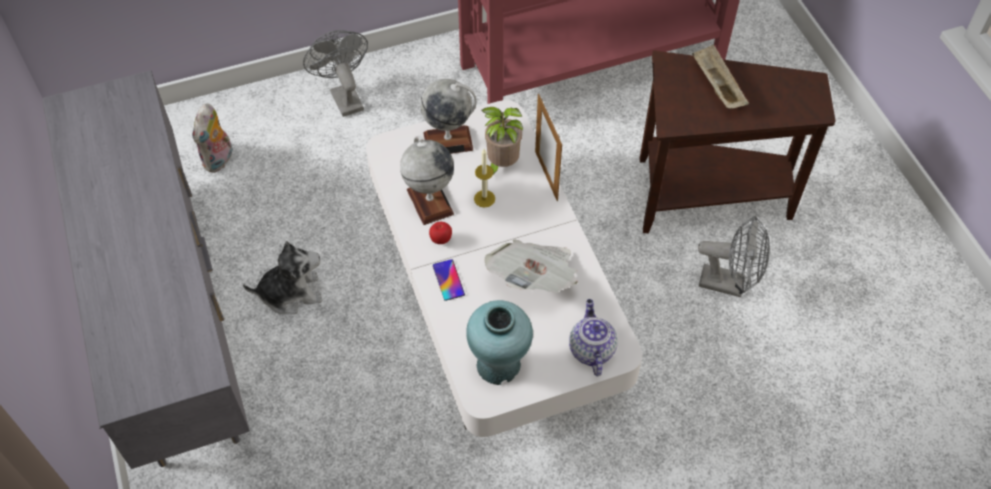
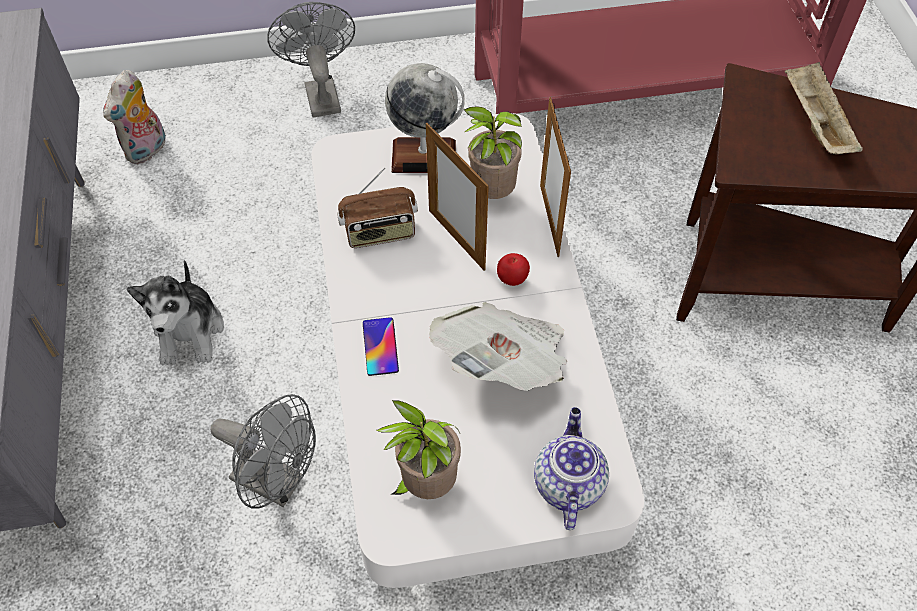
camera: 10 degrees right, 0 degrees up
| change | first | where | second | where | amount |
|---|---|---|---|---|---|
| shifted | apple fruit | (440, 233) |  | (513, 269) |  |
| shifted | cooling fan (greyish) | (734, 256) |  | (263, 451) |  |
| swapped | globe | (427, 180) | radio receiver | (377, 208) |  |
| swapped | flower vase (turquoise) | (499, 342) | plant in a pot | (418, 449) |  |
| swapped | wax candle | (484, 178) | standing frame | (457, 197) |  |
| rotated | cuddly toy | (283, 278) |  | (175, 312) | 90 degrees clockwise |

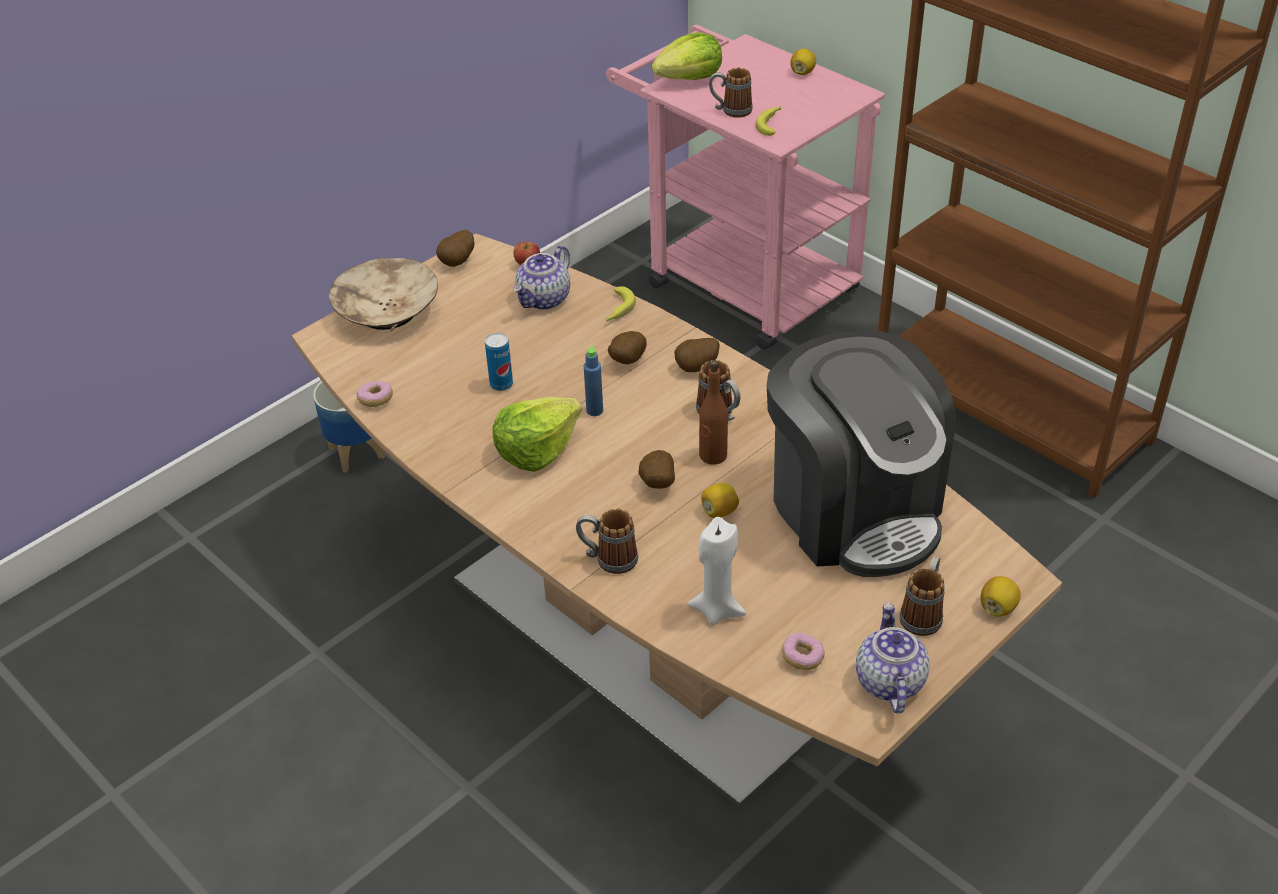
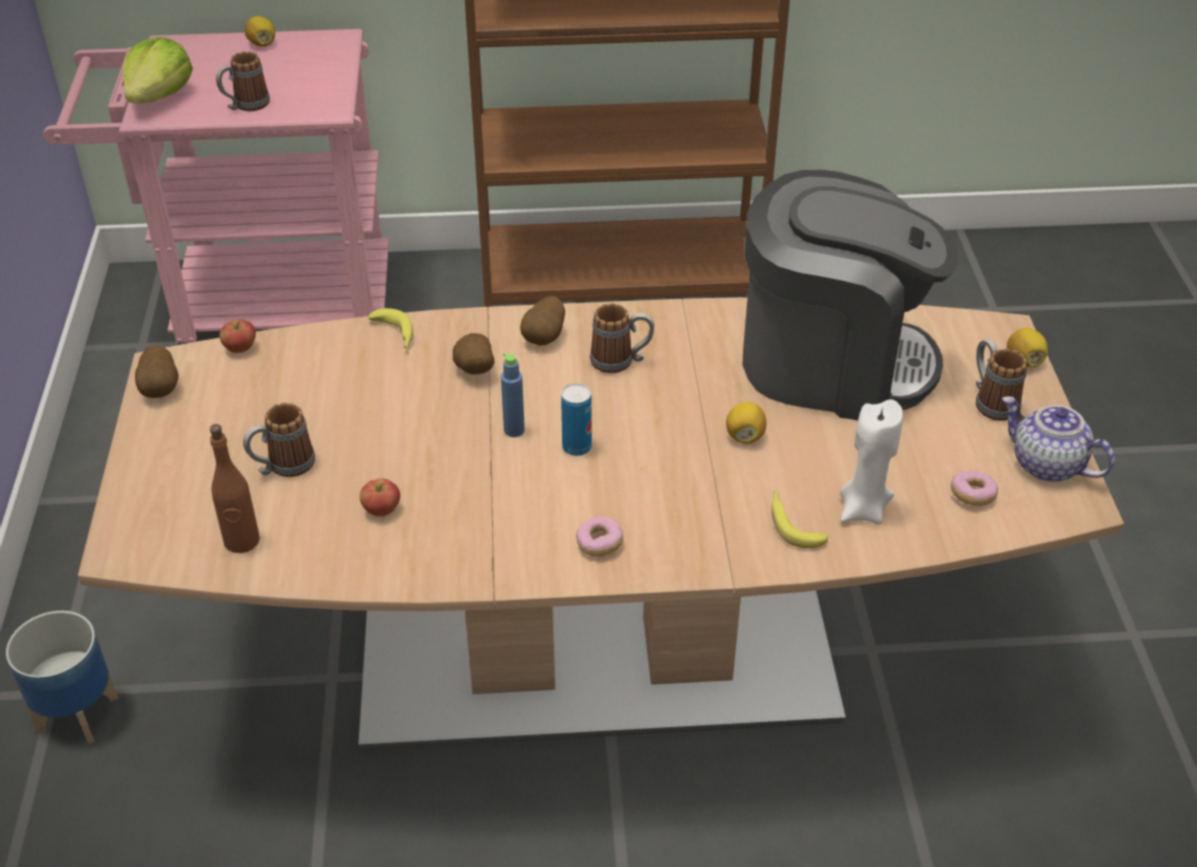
camera: 50 degrees left, 0 degrees up
| change | first | where | second | where | amount |
|---|---|---|---|---|---|
| gone | bowl (sand-coloured) | (383, 294) |  |  |  |
| gone | lettuce head | (537, 434) |  |  |  |
| gone | tea pot | (541, 277) |  |  |  |
| gone | whole potato | (657, 469) |  |  |  |
| new |  |  | apple fruit | (380, 498) |  |
| shifted | ring doughnut | (375, 394) |  | (599, 537) |  |
| shifted | can | (499, 362) |  | (576, 419) |  |
| shifted | tea mug | (607, 541) |  | (279, 439) |  |
| shifted | bottle (brownish) | (713, 412) |  | (235, 488) |  |
| shifted | whole banana | (768, 121) |  | (800, 519) |  |

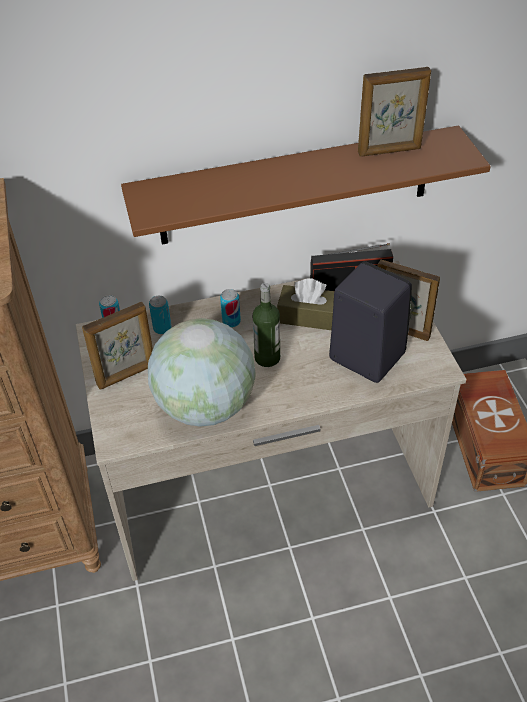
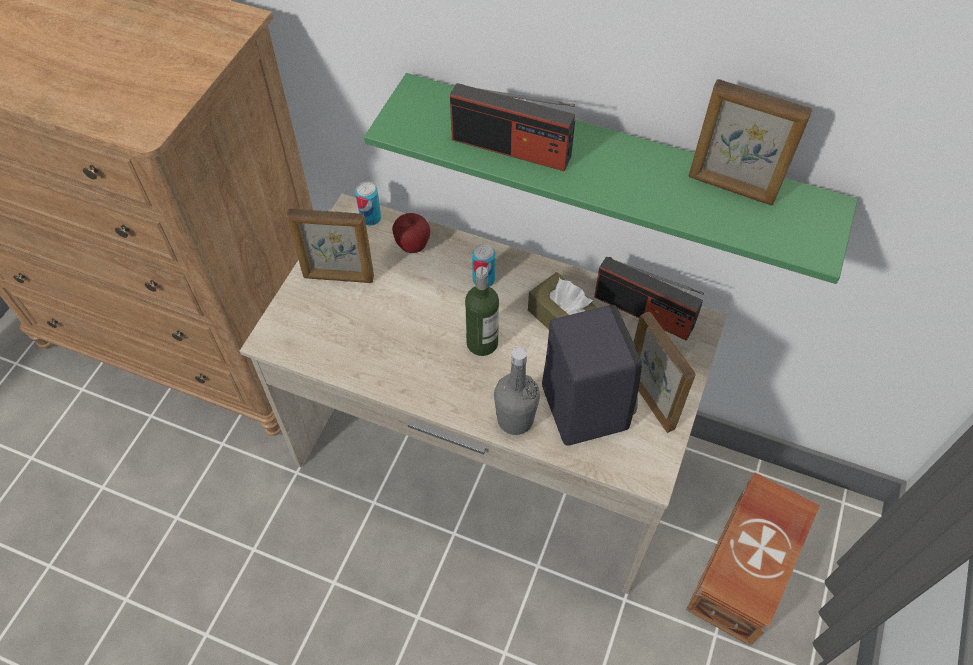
camera: 35 degrees right, 10 degrees up
| change | first | where | second | where | amount |
|---|---|---|---|---|---|
| gone | globe | (202, 372) |  |  |  |
| new |  |  | radio receiver | (512, 127) |  |
| new |  |  | bottle (greyish) | (517, 391) |  |
| swapped | can | (160, 315) | apple fruit | (411, 233) |  |
| repainted | bracket shelf (brownish) | (306, 184) | bracket shelf (green) | (611, 178) |  |

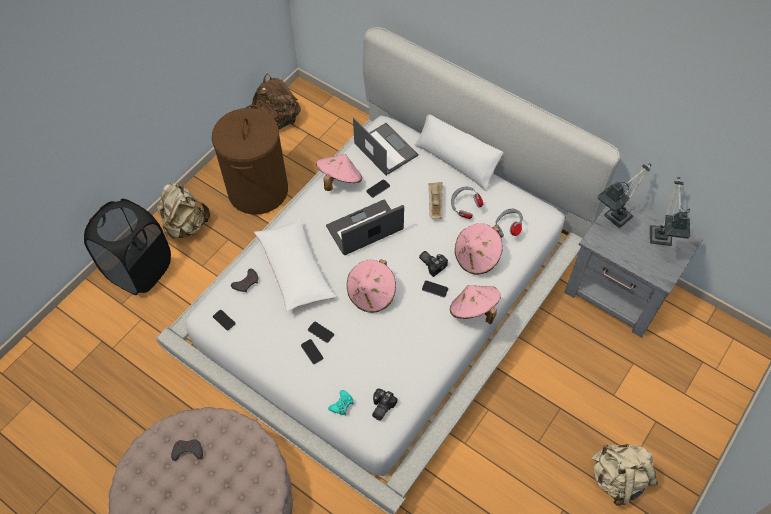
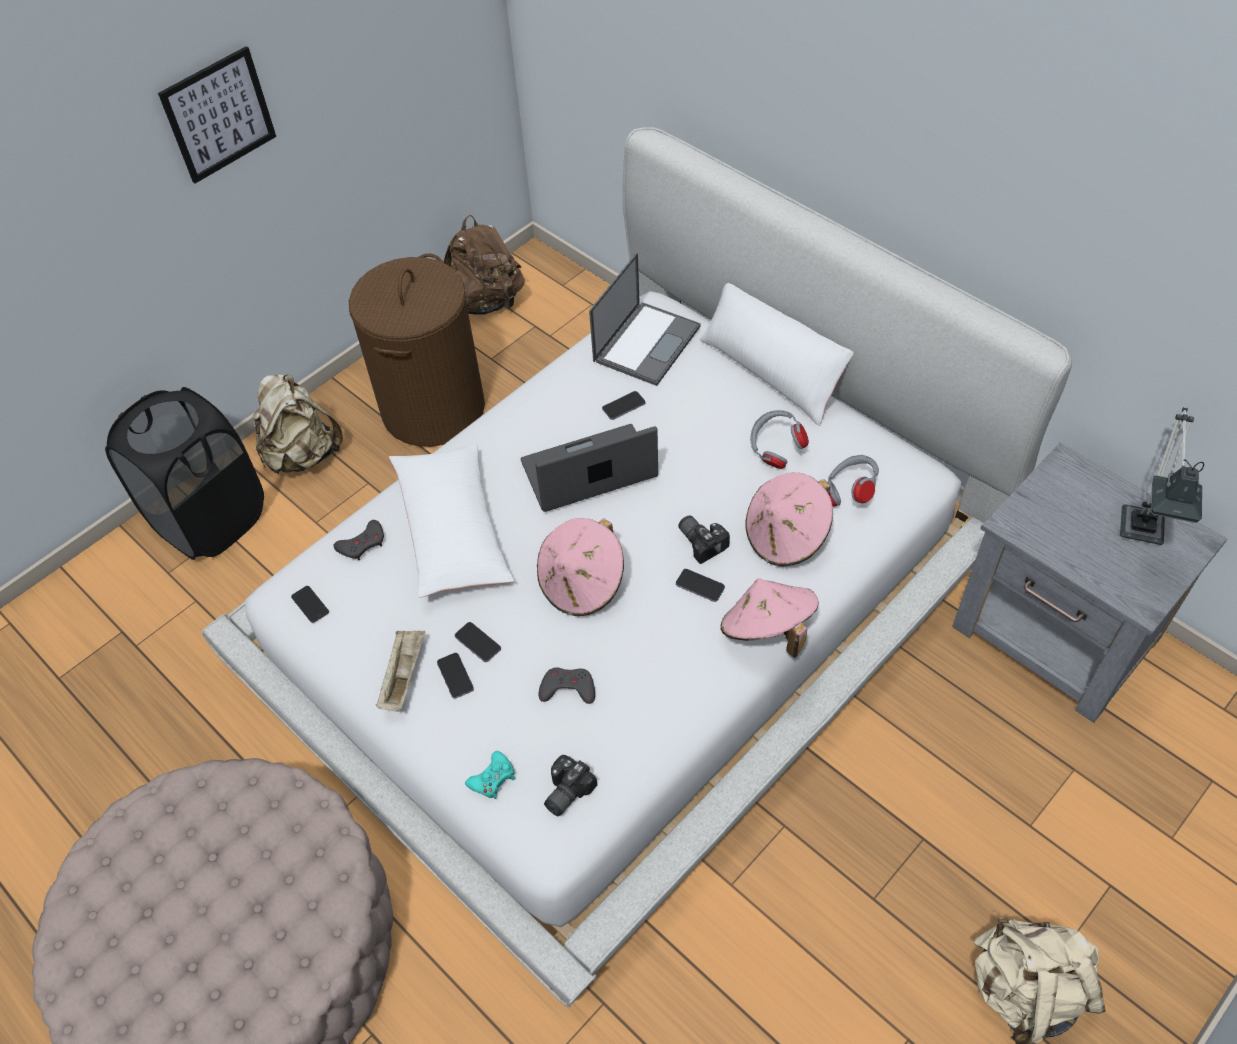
camera: 10 degrees right, 5 degrees down
| change | first | where | second | where | amount |
|---|---|---|---|---|---|
| gone | clothing hat (pink-coloured) | (339, 172) |  |  |  |
| gone | tabletop lamp | (625, 195) |  |  |  |
| new |  |  | picture | (217, 114) |  |
| shifted | joypad (greyish) | (187, 450) |  | (567, 685) |  |
| shifted | tray (sand-coloured) | (436, 200) |  | (400, 671) |  |
| rotated | portable computer | (385, 146) |  | (645, 319) | 60 degrees clockwise |

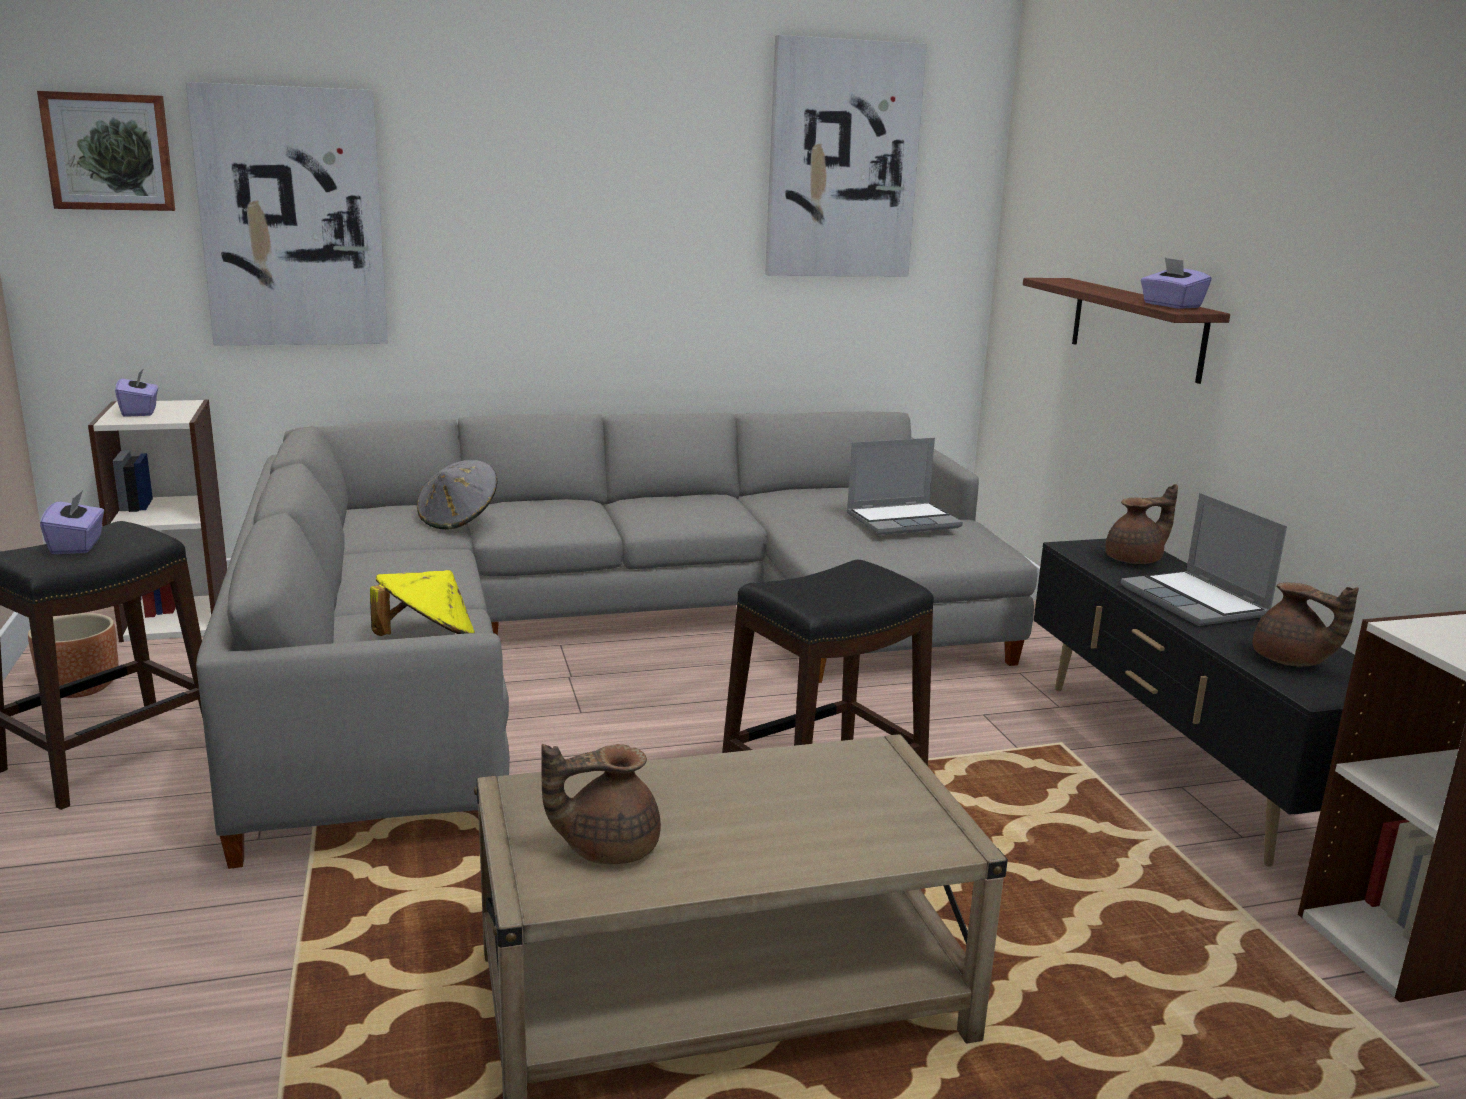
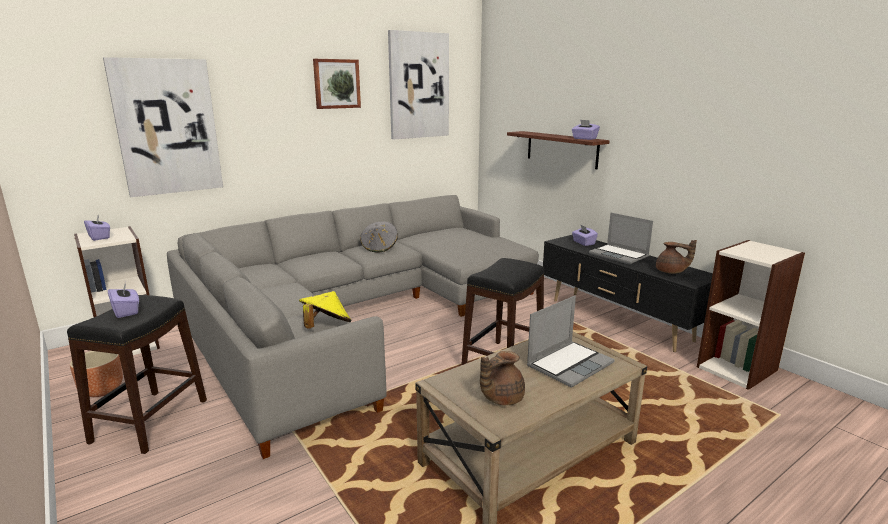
camera: 20 degrees left, 0 degrees up
| change | first | where | second | where | amount |
|---|---|---|---|---|---|
| shifted | picture | (106, 151) |  | (337, 84) |  |
| shifted | clothing hat (greyish) | (457, 495) |  | (379, 236) |  |
| shifted | portable computer | (905, 486) |  | (571, 342) |  |
| swapped | tea pot (brownish) | (1142, 524) | tissue holder (purple) | (585, 235) |  |

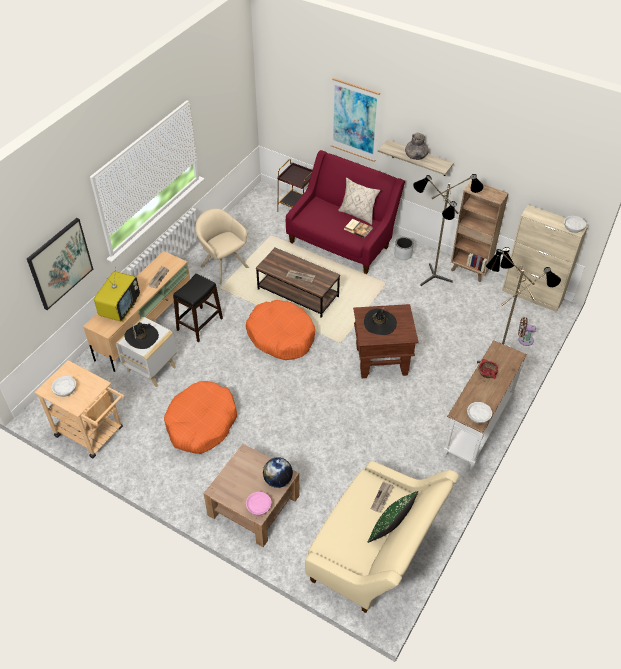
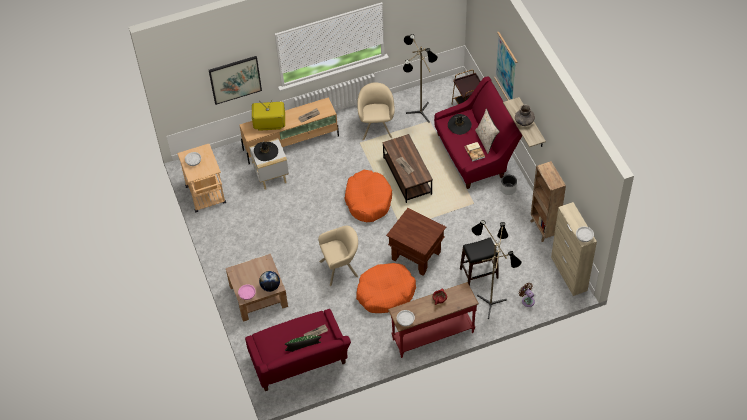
camera: 40 degrees right, 5 degrees up
| change | first | where | second | where | amount |
|---|---|---|---|---|---|
| new |  |  | lounge chair (sand-coloured) | (338, 256) |  |
| shifted | dog cushion (orange-coloured) | (200, 417) |  | (386, 288) |  |
| shifted | sitting stool (black-coloured) | (198, 308) |  | (479, 261) |  |
| shifted | clothing hat (black-coloured) | (380, 322) |  | (460, 124) |  |
| shifted | floor lamp | (448, 230) |  | (420, 78) |  |
| repainted | settee (sand-coloured) | (382, 537) | settee (reddish) | (298, 350) |  |
| repainted | hall table (white-coloured) | (485, 405) | hall table (reddish) | (433, 320) |  |
| rotated | TV | (117, 294) |  | (268, 116) | 150 degrees counterclockwise |

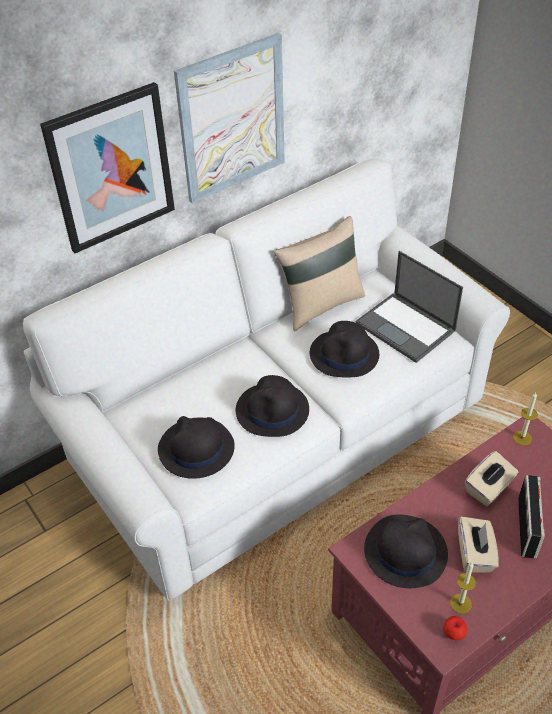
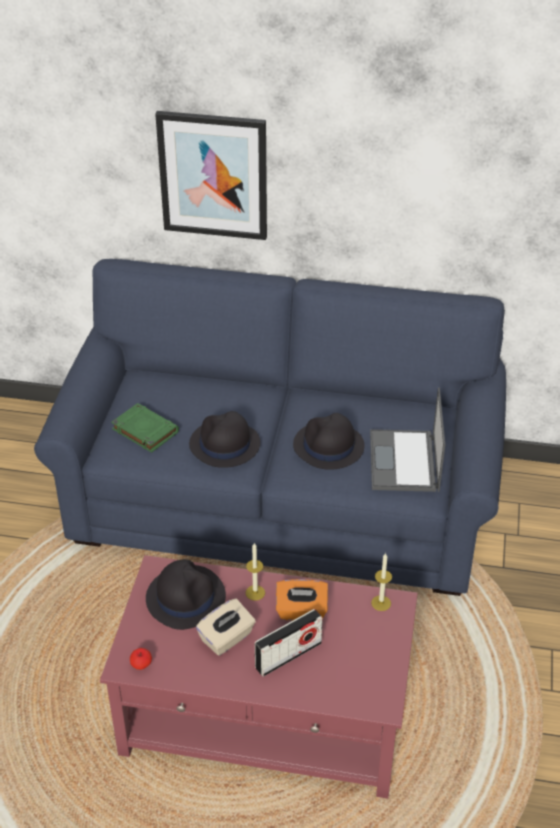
camera: 45 degrees right, 5 degrees down
| change | first | where | second | where | amount |
|---|---|---|---|---|---|
| gone | picture | (229, 118) |  |  |  |
| gone | pillow (sand-coloured) | (319, 273) |  |  |  |
| shifted | wax candle | (463, 588) |  | (255, 572) |  |
| swapped | clothing hat (black-coloured) | (196, 447) | volume (green) | (145, 428) |  |
| repainted | settee (white-coloured) | (266, 380) | settee (bluish) | (270, 427) |  |
| repainted | tissue holder (sand-coloured) | (491, 478) | tissue holder (orange-coloured) | (302, 599) |  |

